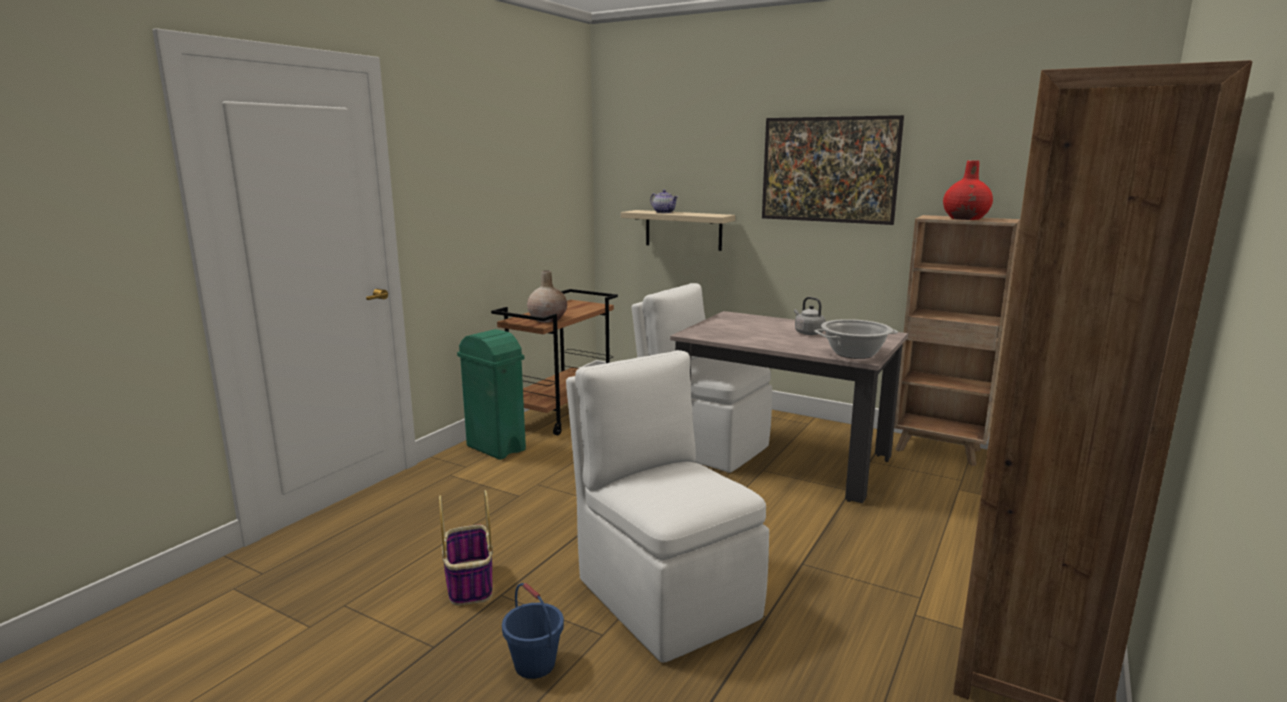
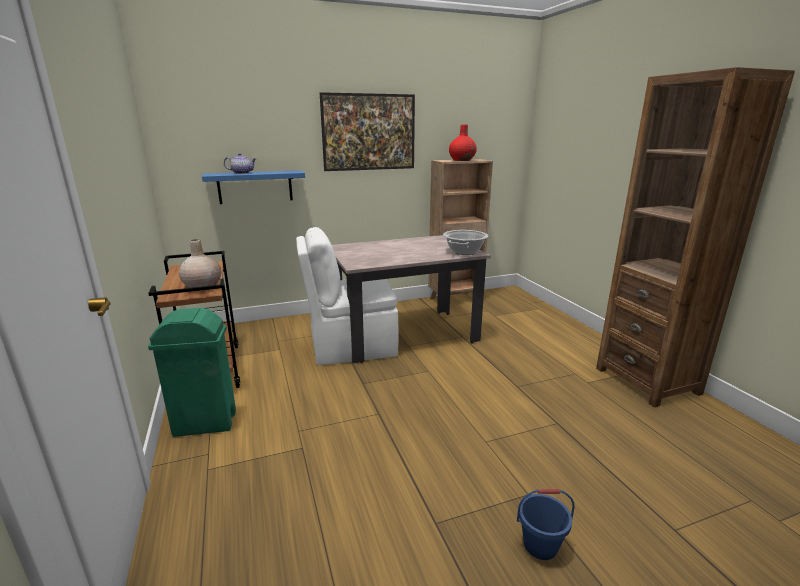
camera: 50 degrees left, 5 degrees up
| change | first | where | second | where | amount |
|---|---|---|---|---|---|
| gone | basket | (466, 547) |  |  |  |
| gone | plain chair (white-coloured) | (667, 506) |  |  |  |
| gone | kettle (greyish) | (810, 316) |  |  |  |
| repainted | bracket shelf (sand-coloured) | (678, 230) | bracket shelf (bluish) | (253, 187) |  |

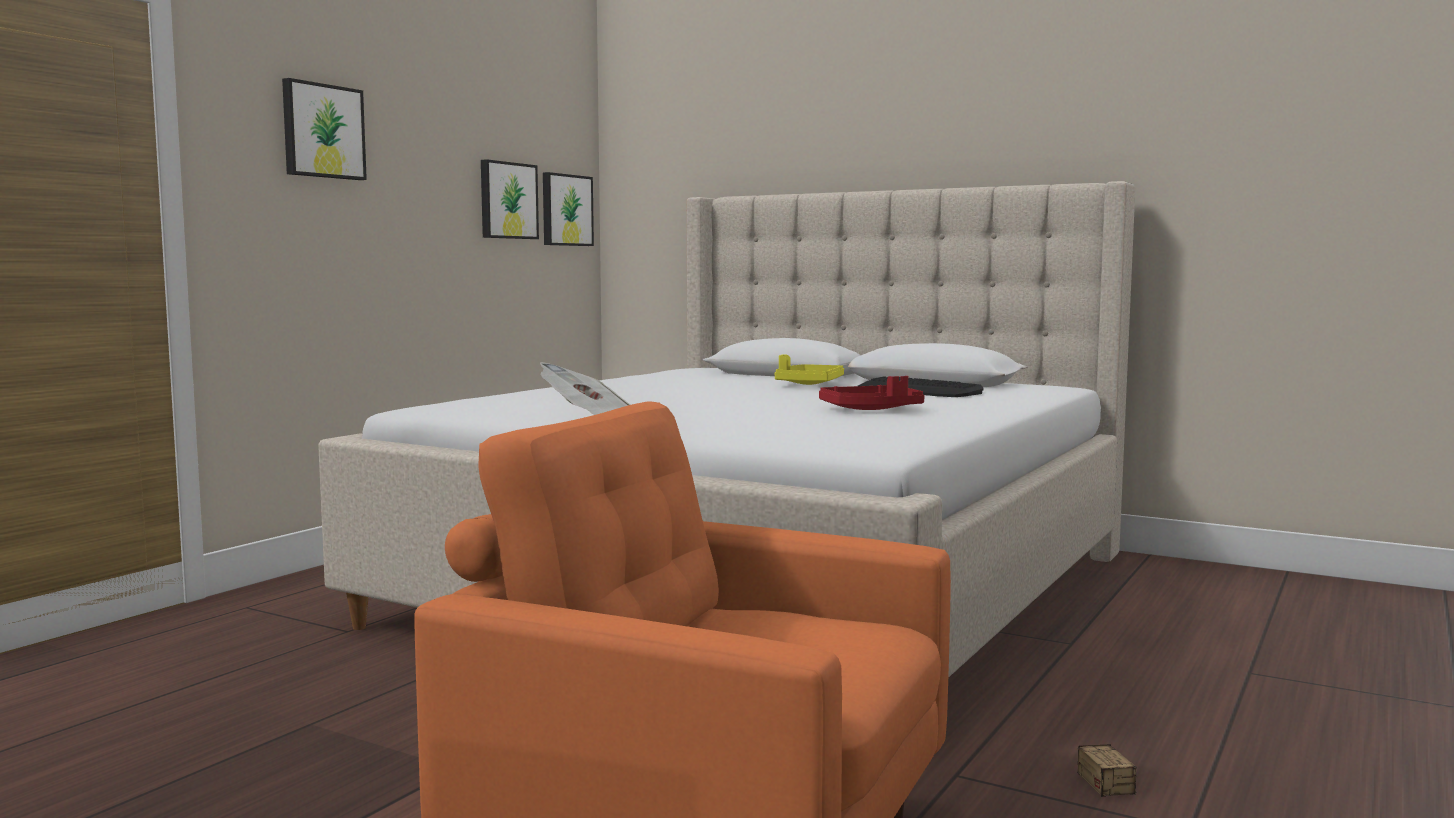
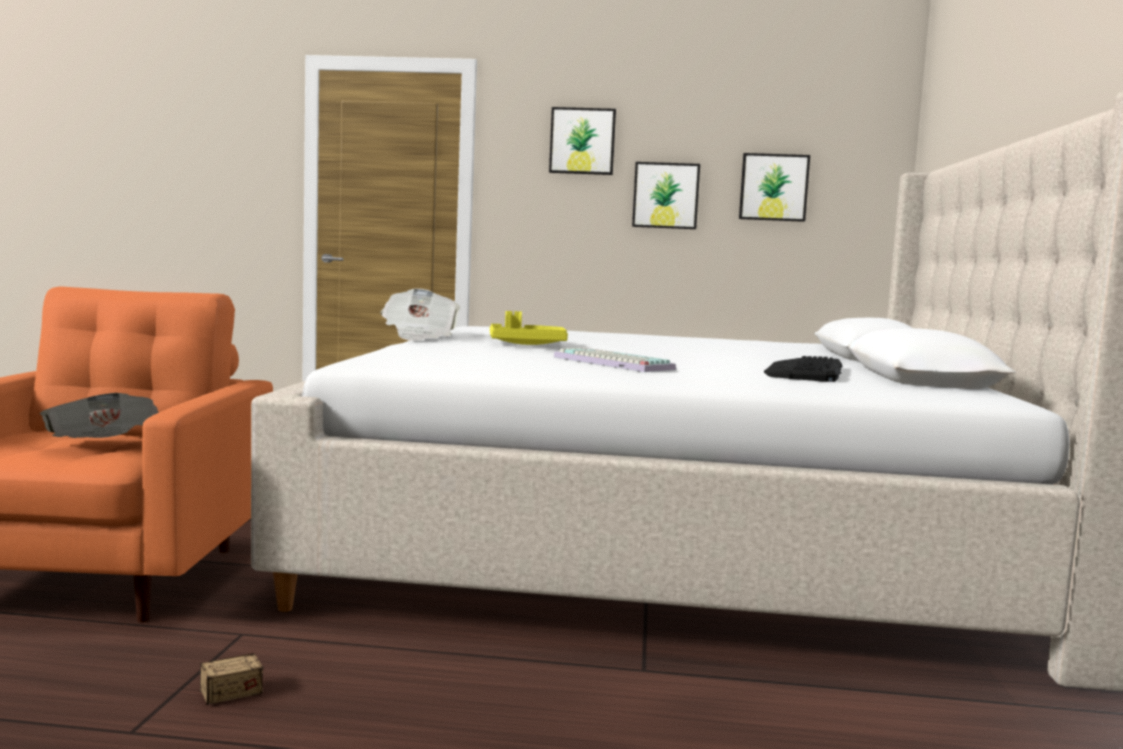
camera: 65 degrees right, 0 degrees up
| change | first | where | second | where | amount |
|---|---|---|---|---|---|
| new |  |  | printed paper | (99, 415) |  |
| shifted | picture | (568, 209) |  | (666, 195) |  |
| shifted | tray (yellowish) | (809, 370) |  | (529, 328) |  |
| swapped | tray (reddish) | (872, 393) | computer keyboard | (615, 360) |  |

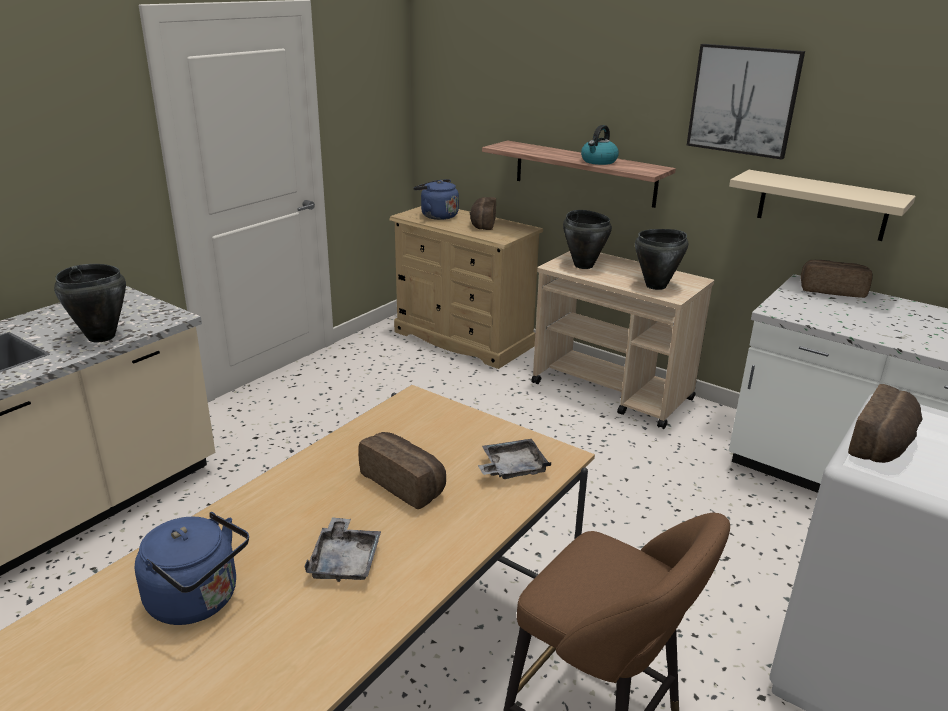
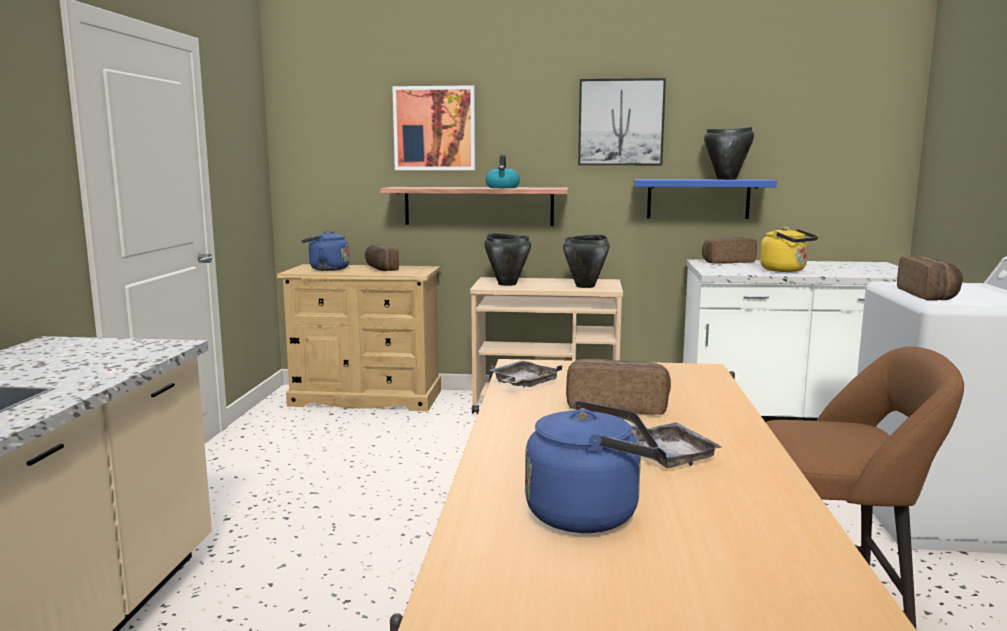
camera: 30 degrees left, 15 degrees down
| change | first | where | second | where | amount |
|---|---|---|---|---|---|
| new |  |  | picture | (433, 127) |  |
| new |  |  | kettle (yellowish) | (789, 249) |  |
| shifted | saucepot (black-coloured) | (90, 303) |  | (729, 153) |  |
| shifted | tray (greyish) | (514, 459) |  | (526, 374) |  |
| repainted | bracket shelf (sand-coloured) | (822, 205) | bracket shelf (bluish) | (705, 199) |  |

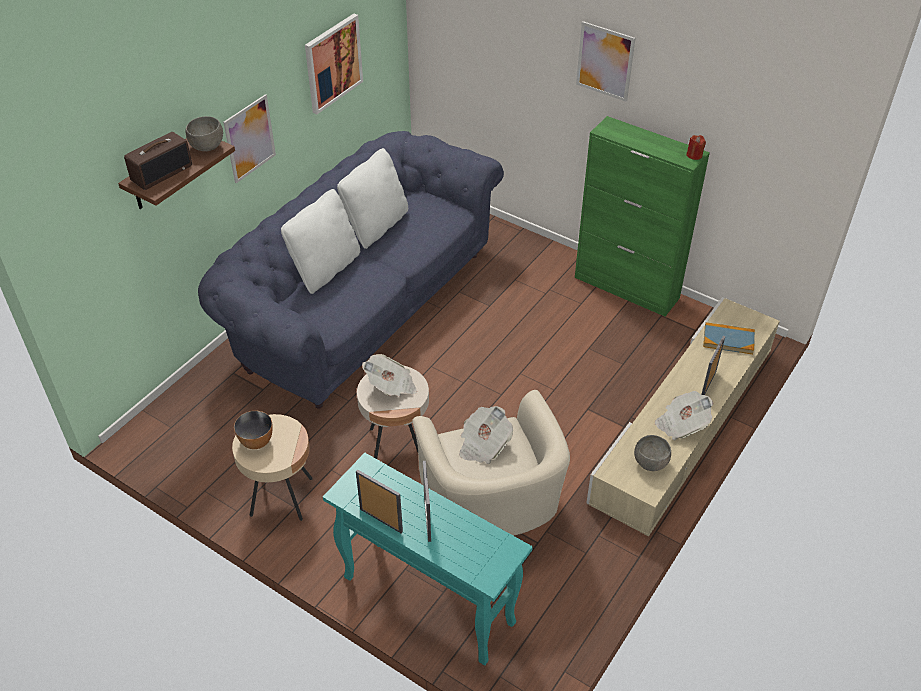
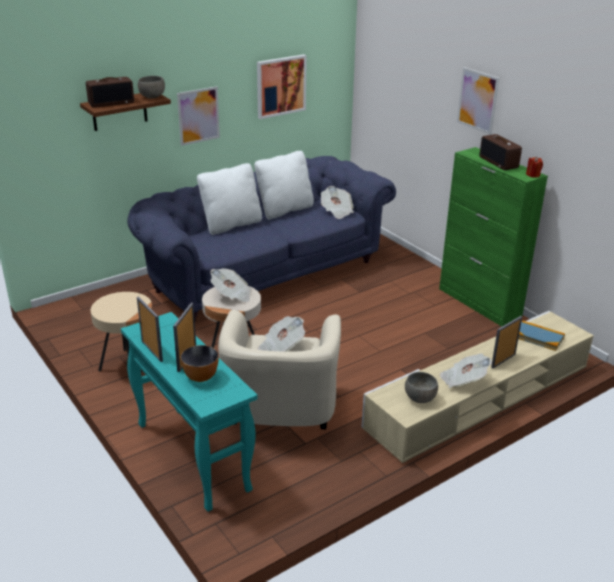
camera: 20 degrees right, 15 degrees down
| change | first | where | second | where | amount |
|---|---|---|---|---|---|
| new |  |  | printed paper | (337, 202) |  |
| new |  |  | radio receiver | (501, 152) |  |
| shifted | bowl | (253, 430) |  | (200, 363) |  |

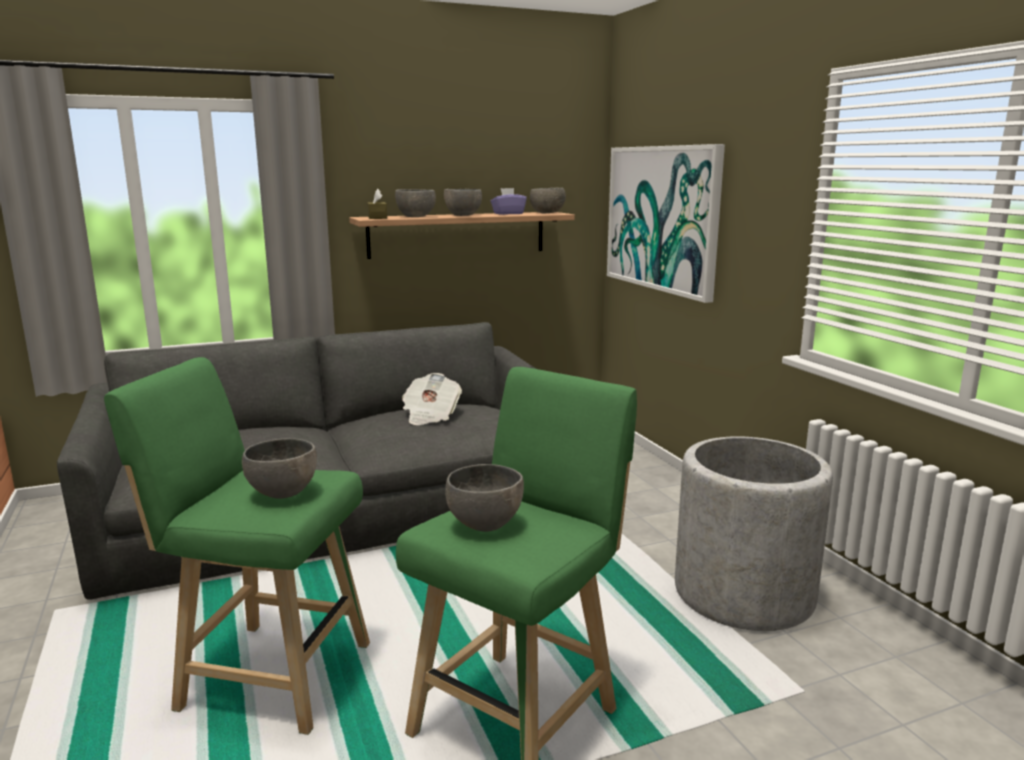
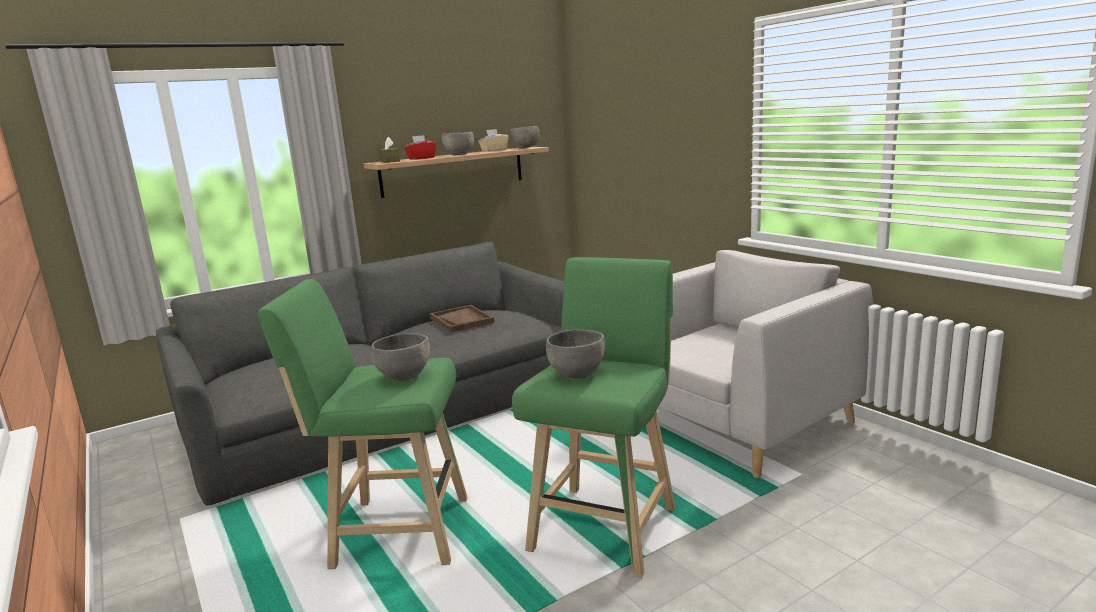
camera: 10 degrees left, 0 degrees up
| change | first | where | second | where | amount |
|---|---|---|---|---|---|
| gone | picture | (666, 223) |  |  |  |
| swapped | bowl (greyish) | (415, 203) | tissue holder (reddish) | (420, 147) |  |
| swapped | printed paper | (432, 399) | tray (brownish) | (462, 318) |  |
| swapped | flower pot (greyish) | (754, 533) | lounge chair (greyish) | (766, 364) |  |
| repainted | tissue holder (purple) | (509, 201) | tissue holder (sand-coloured) | (493, 140) |  |

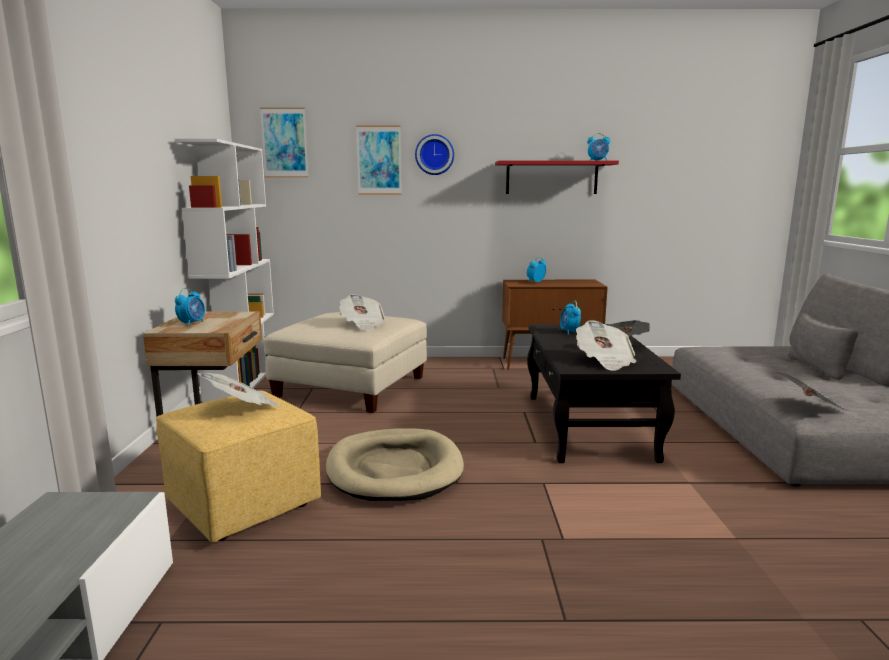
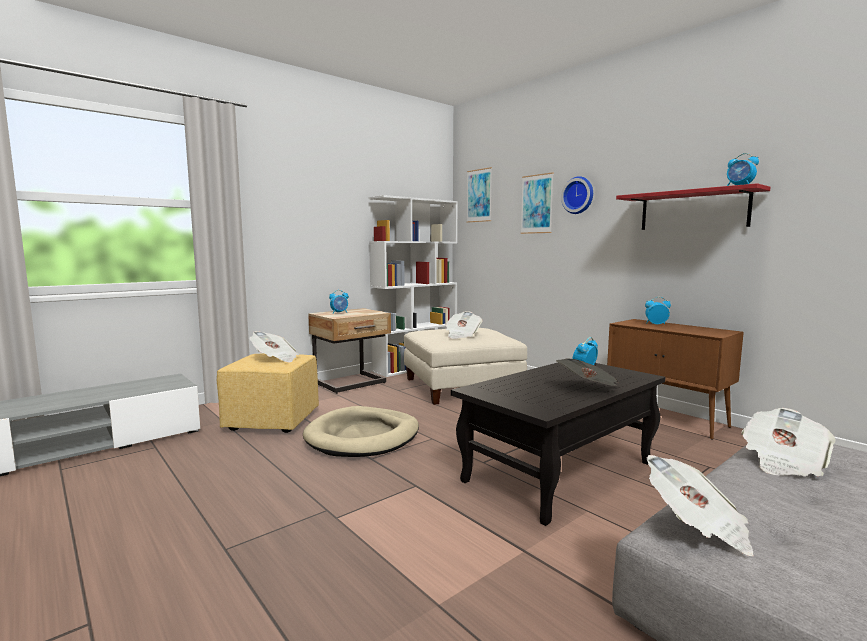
camera: 50 degrees right, 5 degrees down
| change | first | where | second | where | amount |
|---|---|---|---|---|---|
| shifted | printed paper | (606, 345) |  | (789, 442) |  |

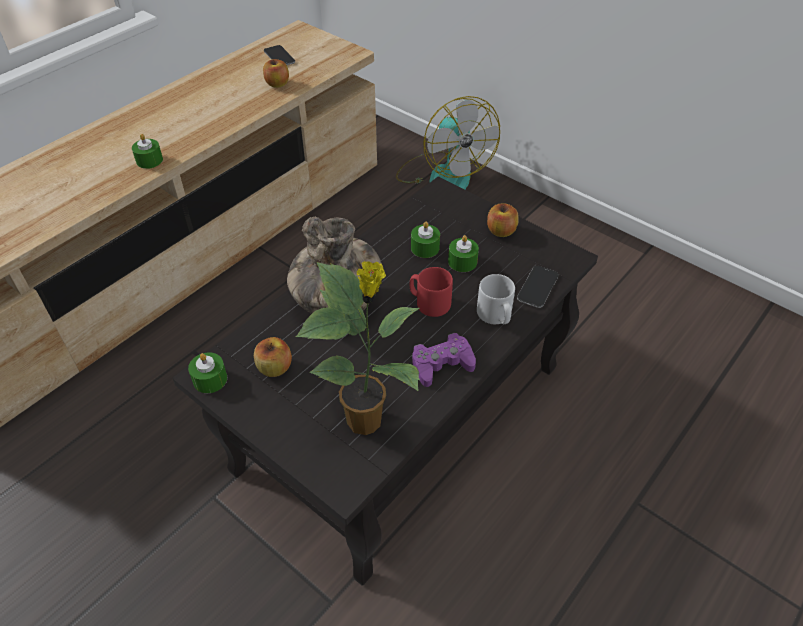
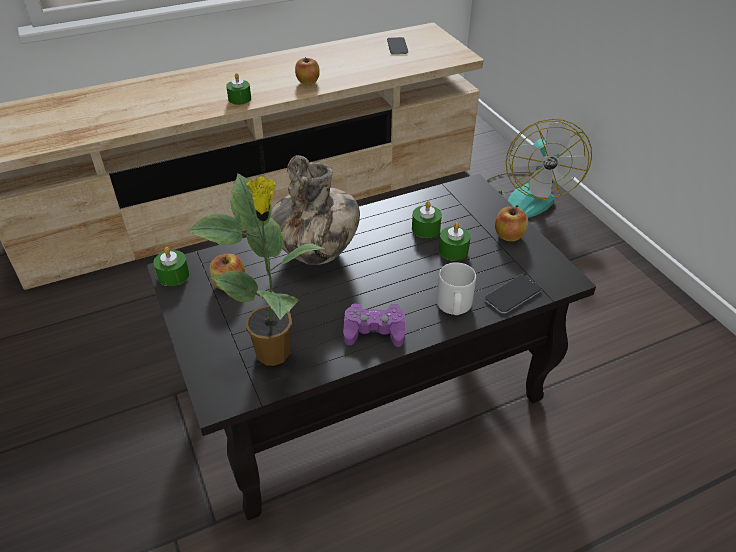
camera: 25 degrees right, 5 degrees down
| change | first | where | second | where | amount |
|---|---|---|---|---|---|
| gone | tea mug (reddish) | (431, 292) |  |  |  |
| shifted | apple fruit | (276, 73) |  | (307, 71) |  |

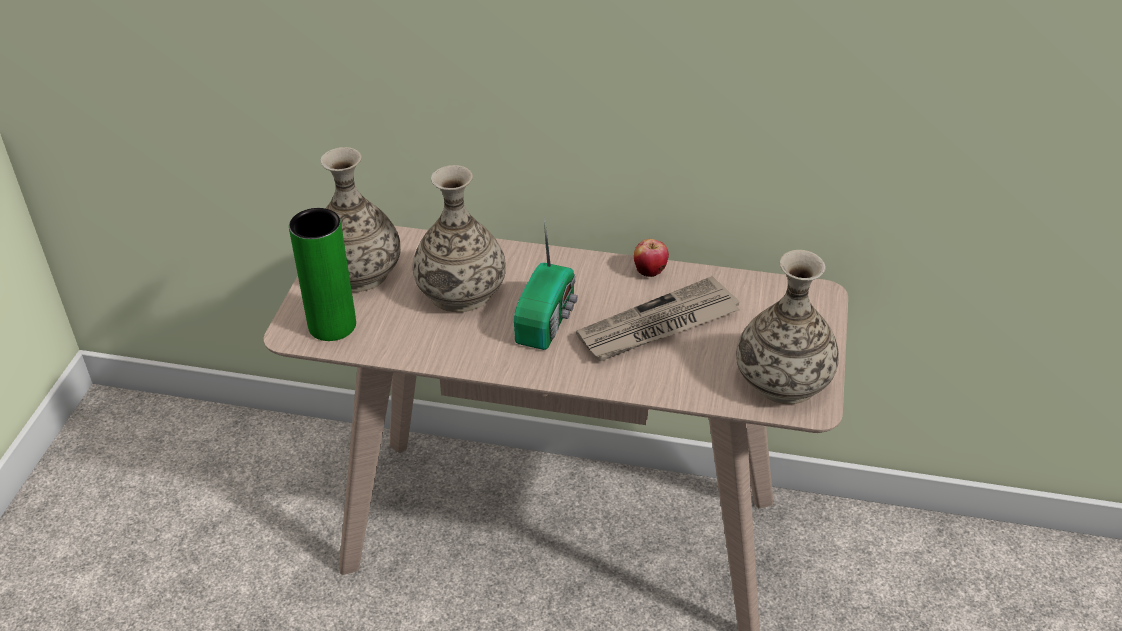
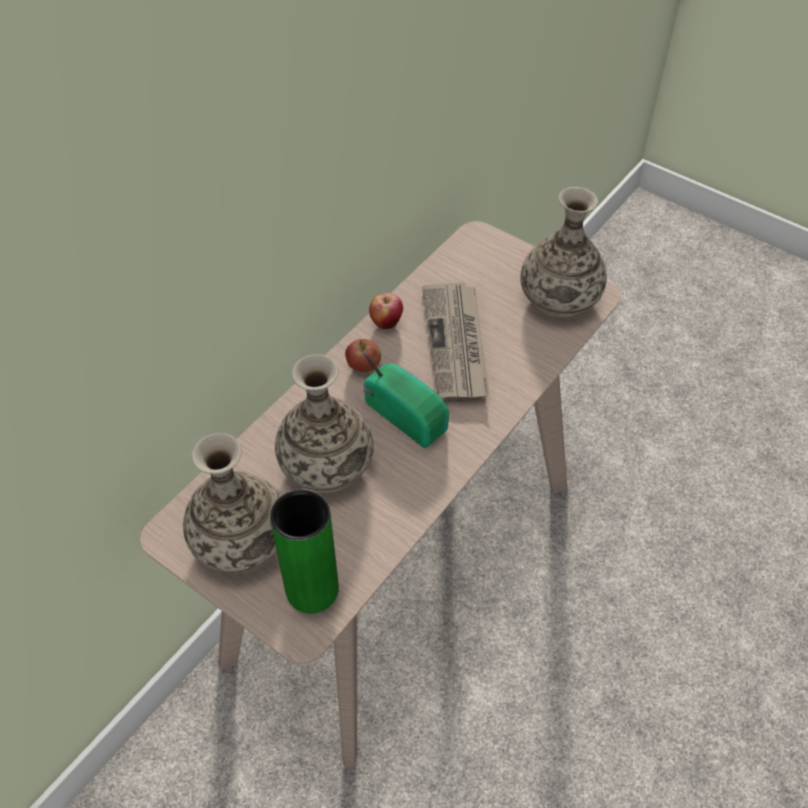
camera: 65 degrees left, 10 degrees up
| change | first | where | second | where | amount |
|---|---|---|---|---|---|
| new |  |  | apple fruit | (363, 355) |  |

